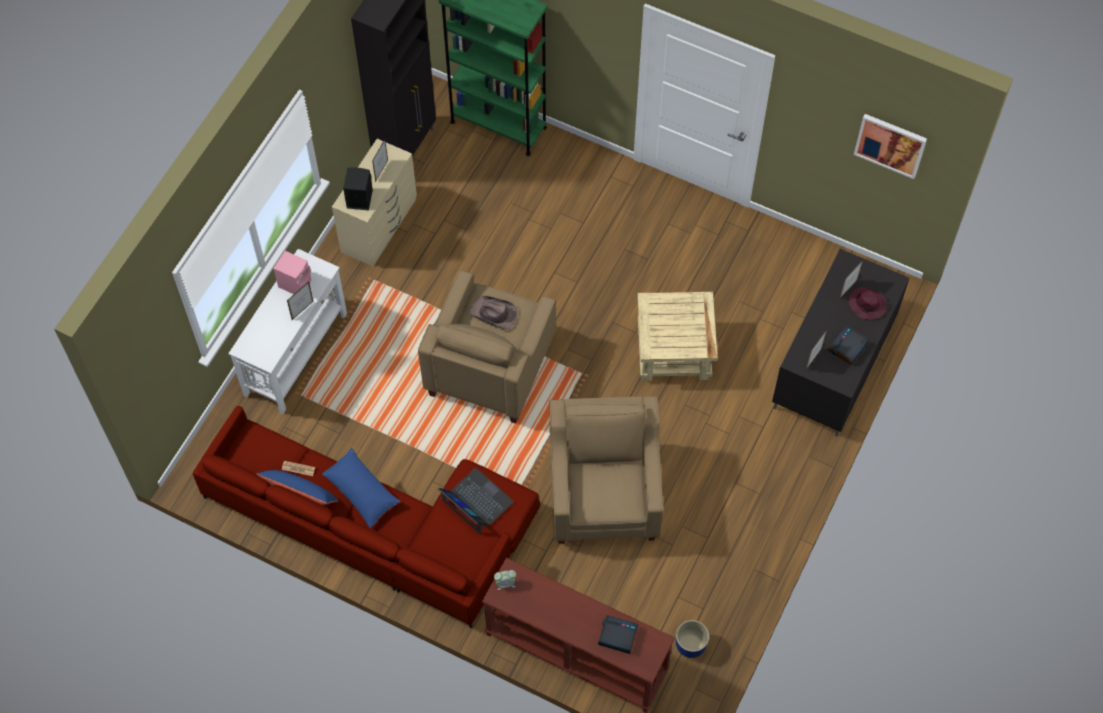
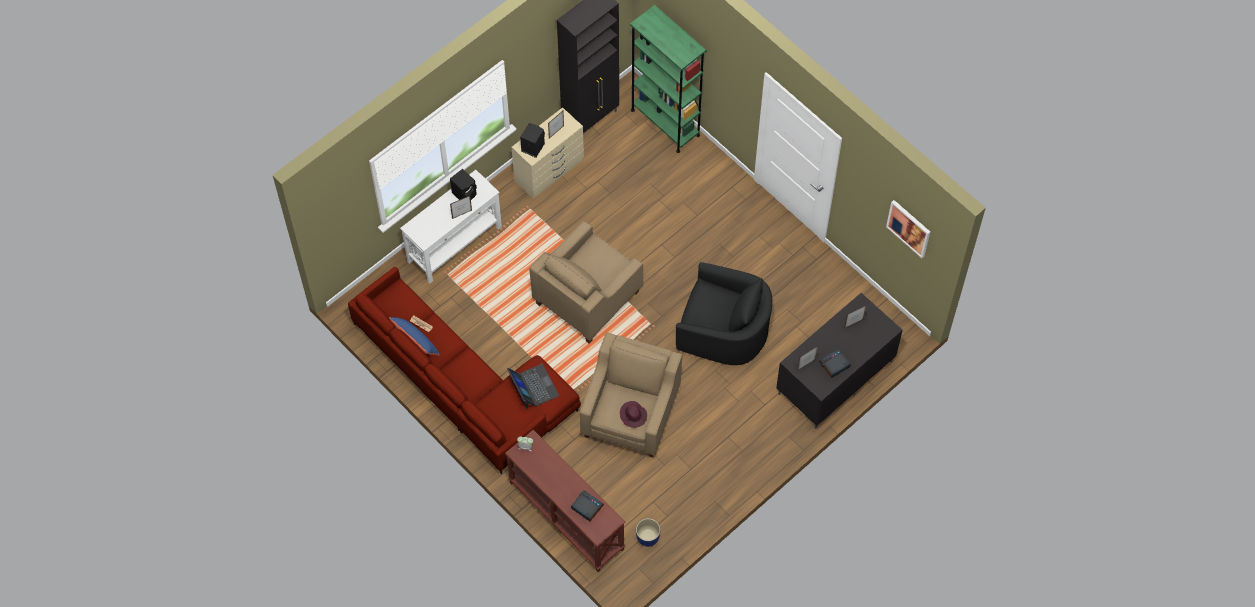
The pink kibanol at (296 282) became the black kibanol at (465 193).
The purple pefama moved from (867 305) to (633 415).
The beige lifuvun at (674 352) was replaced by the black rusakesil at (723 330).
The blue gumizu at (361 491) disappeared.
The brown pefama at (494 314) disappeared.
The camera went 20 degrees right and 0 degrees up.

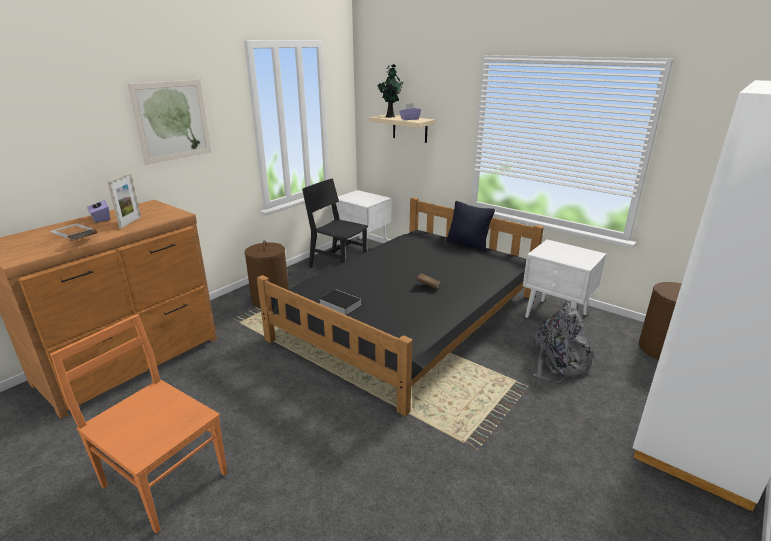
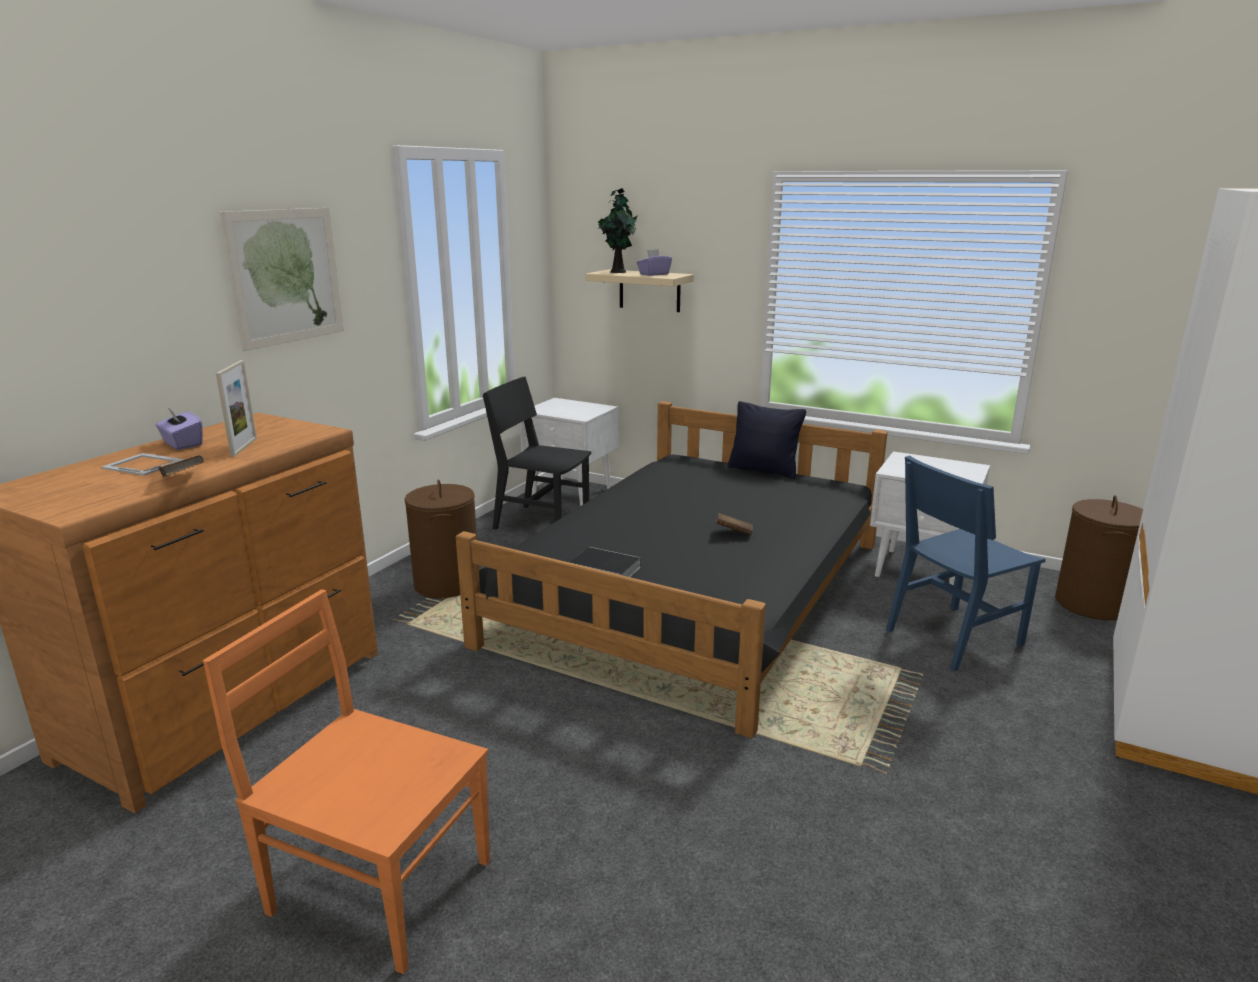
The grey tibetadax at (559 363) was replaced by the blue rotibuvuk at (953 637).
The camera went 10 degrees left and 5 degrees down.

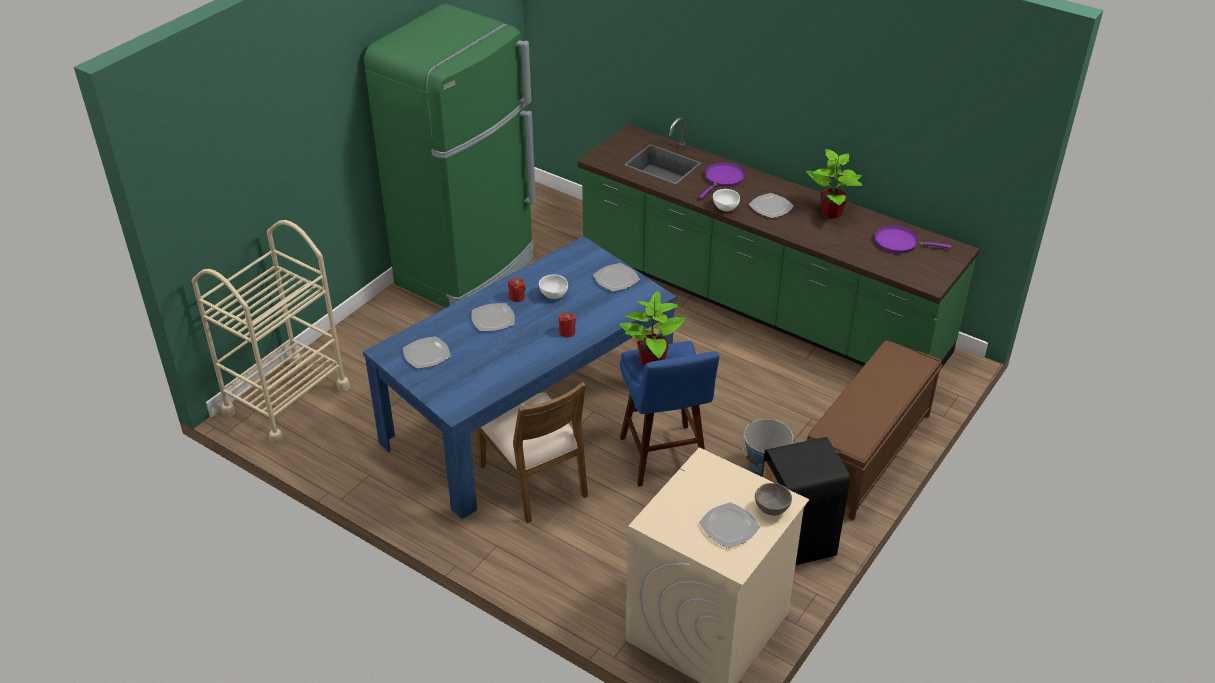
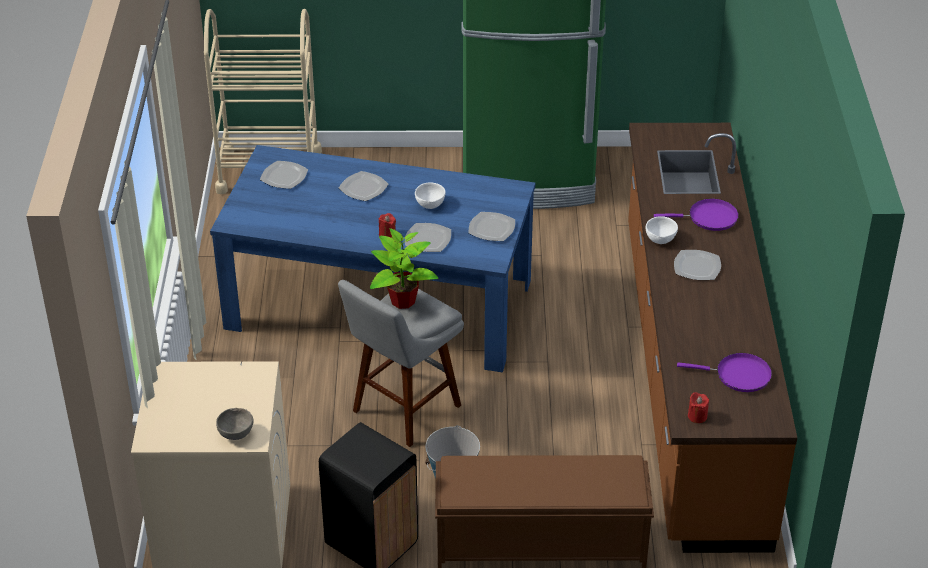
The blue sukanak at (664 459) became the grey sukanak at (403 411).
The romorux moved from (729 527) to (427 239).
The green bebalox at (759 304) became the brown bebalox at (691 377).
The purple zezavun at (899 242) turned 120 degrees clockwise.
The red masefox moved from (517 297) to (697 416).
The brown rotibuvuk at (535 480) disappeared.
The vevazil at (832 213) disappeared.
The camera went 55 degrees right and 0 degrees up.

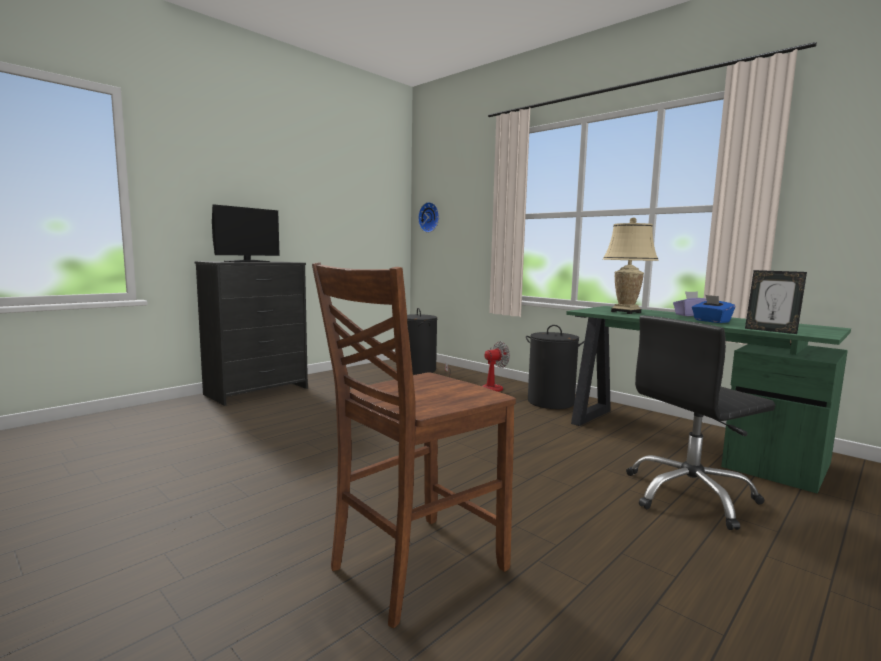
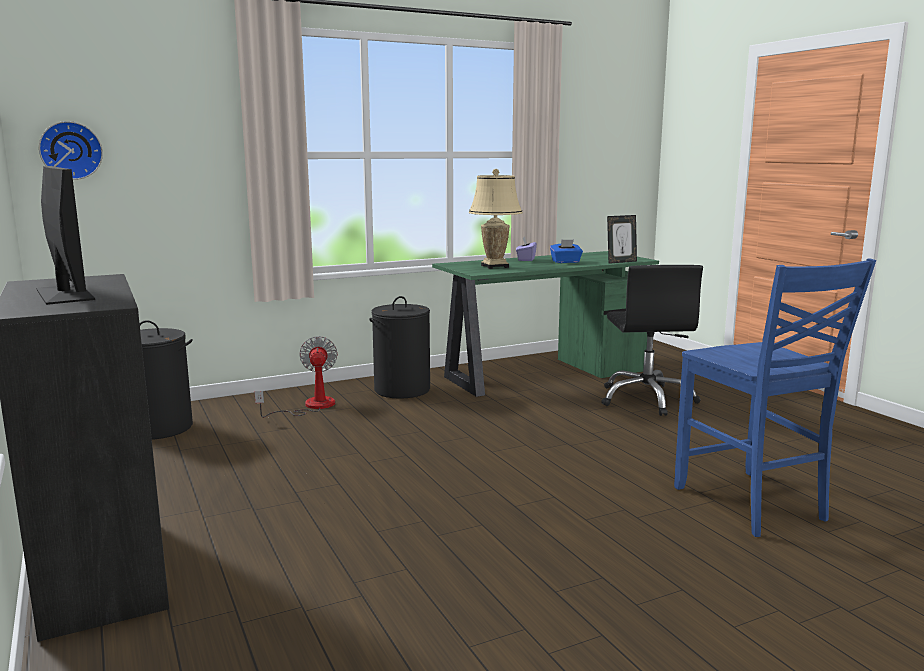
The brown rotibuvuk at (414 567) became the blue rotibuvuk at (751 504).
The camera went 70 degrees left and 5 degrees up.

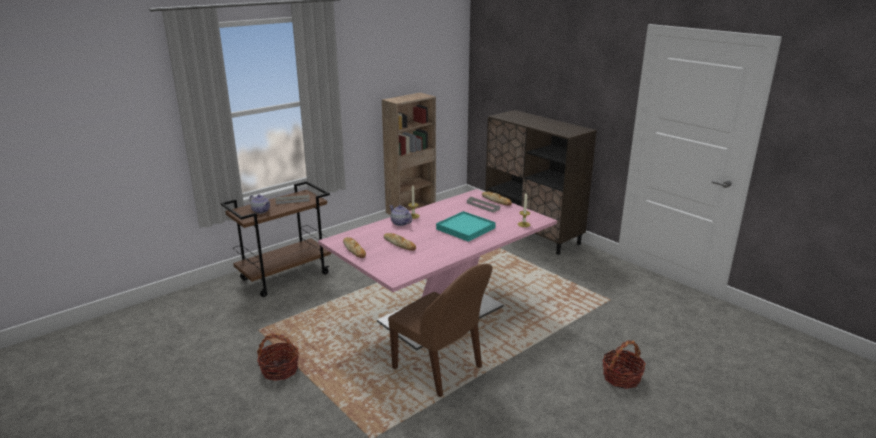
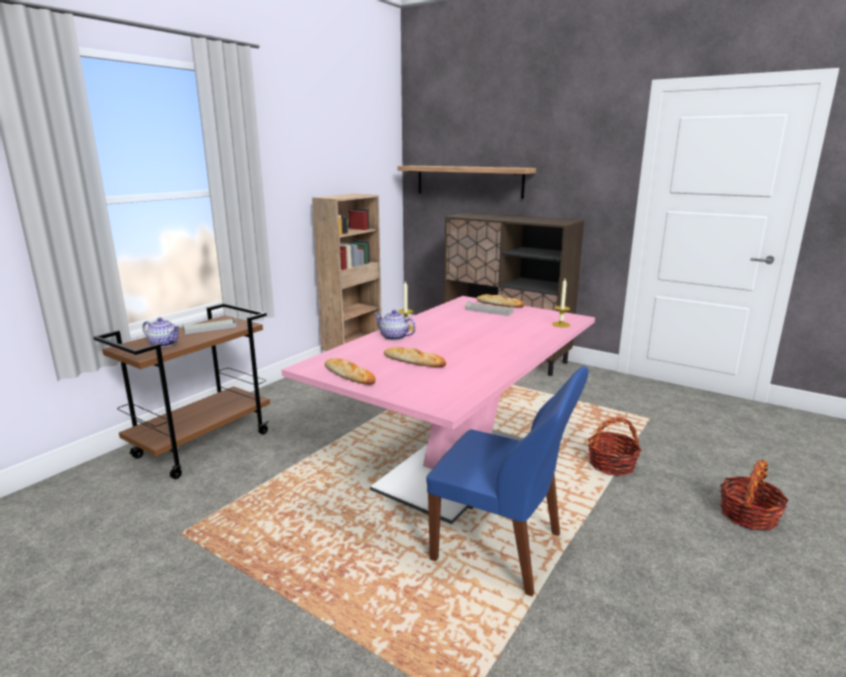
The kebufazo at (468 181) appeared.
The brown rotibuvuk at (439 369) became the blue rotibuvuk at (501 548).
The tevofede moved from (280 370) to (611 465).
The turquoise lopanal at (465 228) disappeared.
The camera went 15 degrees left and 5 degrees down.

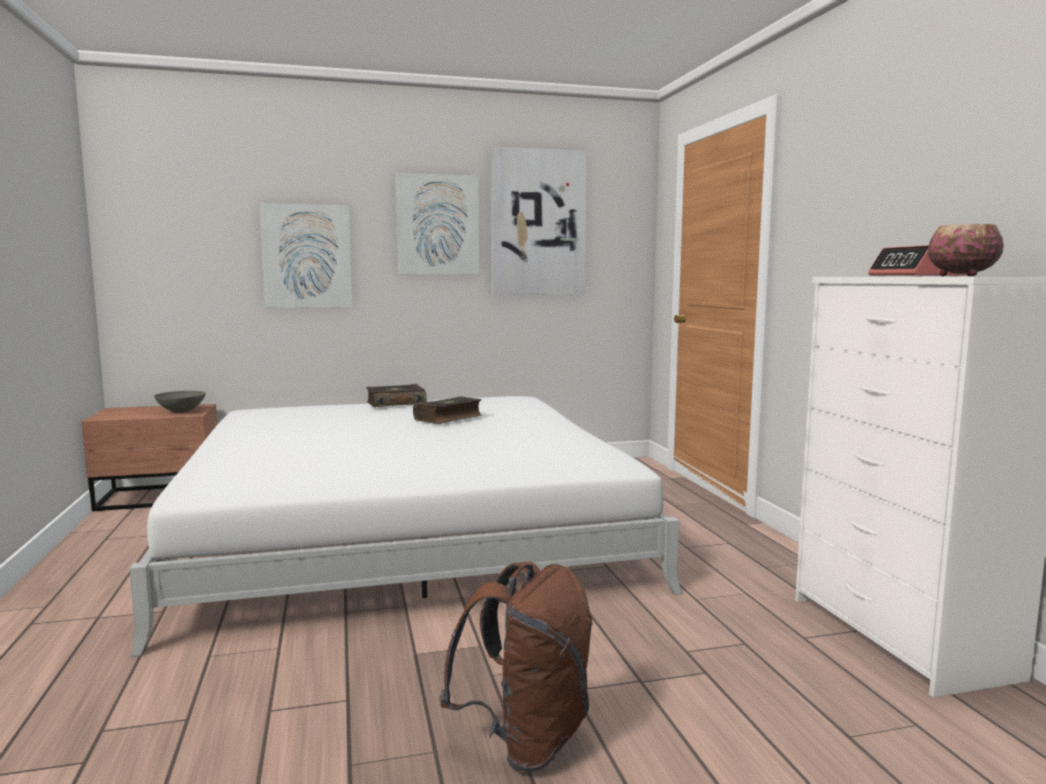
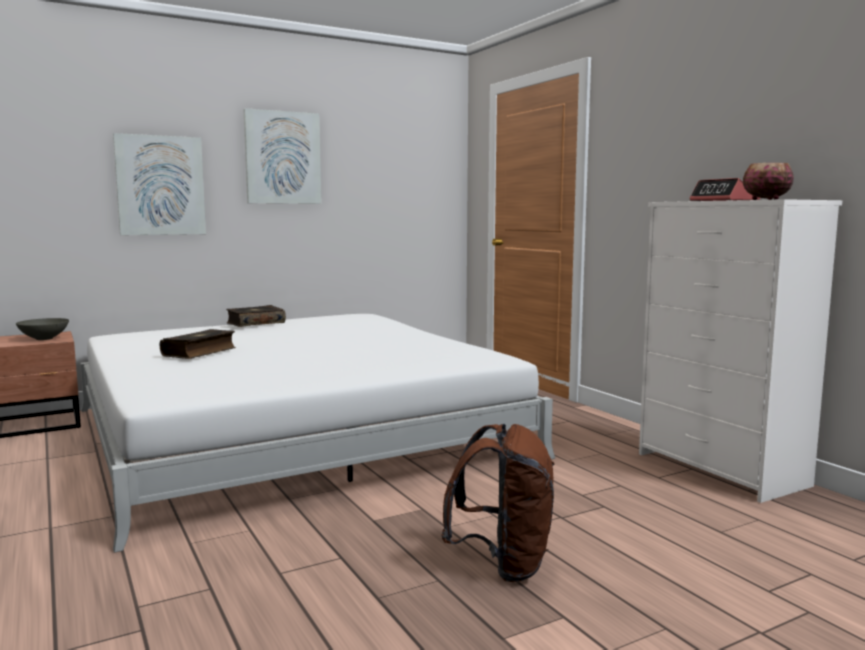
The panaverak moved from (449 418) to (200 352).
The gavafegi at (538 223) disappeared.
The camera went 15 degrees left and 0 degrees up.

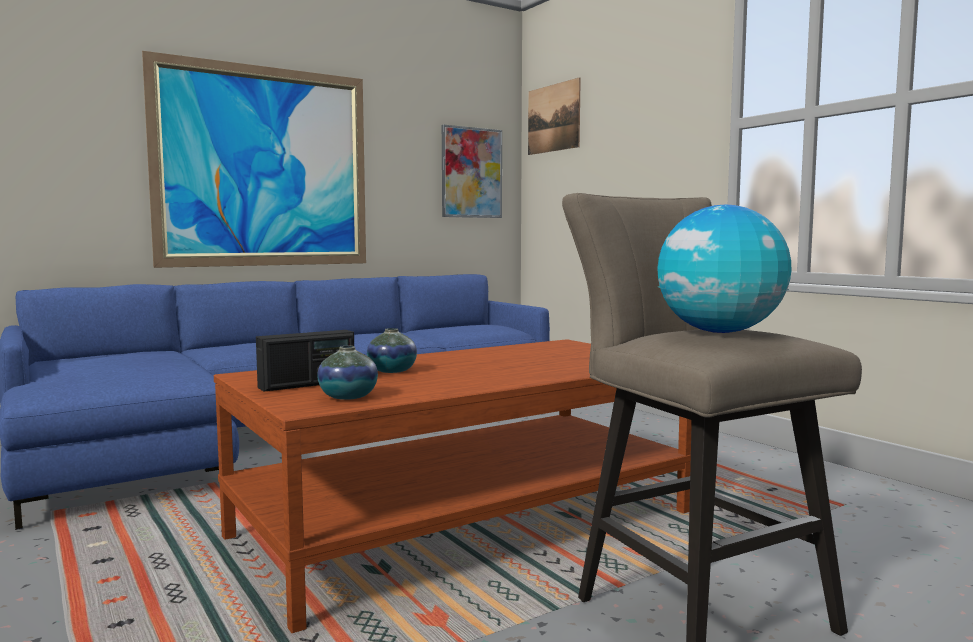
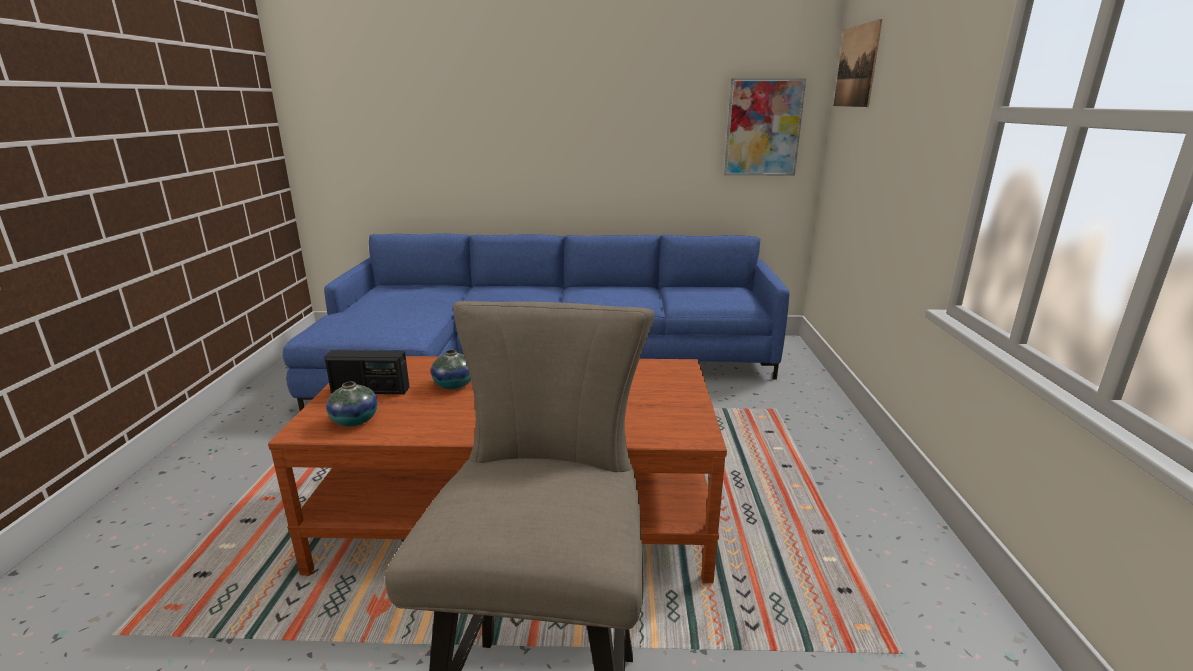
The gavafegi at (264 167) disappeared.
The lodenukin at (720 332) disappeared.
The camera went 35 degrees right and 15 degrees up.

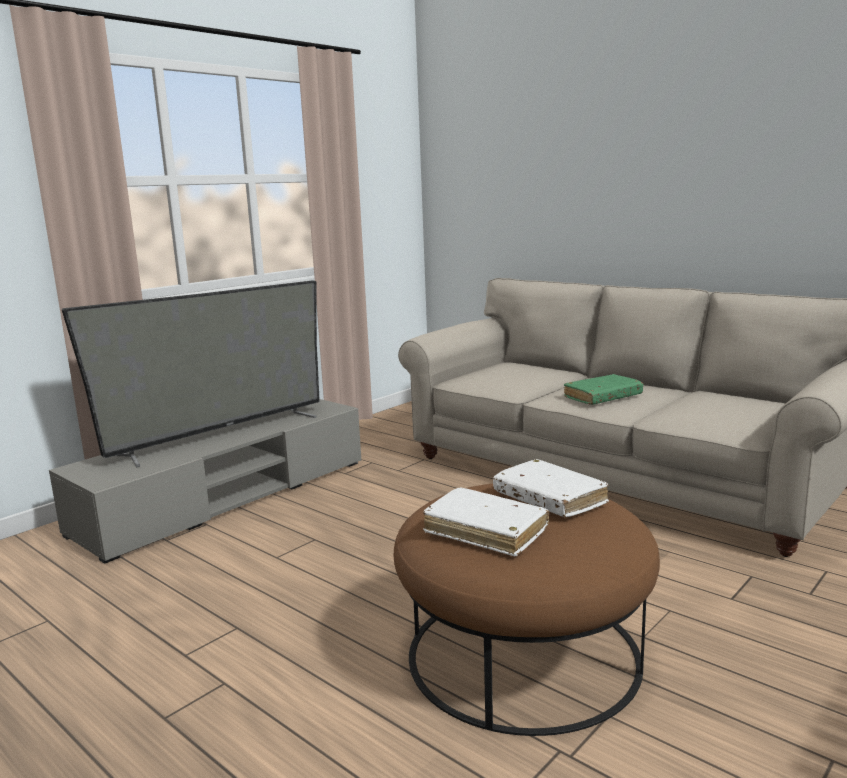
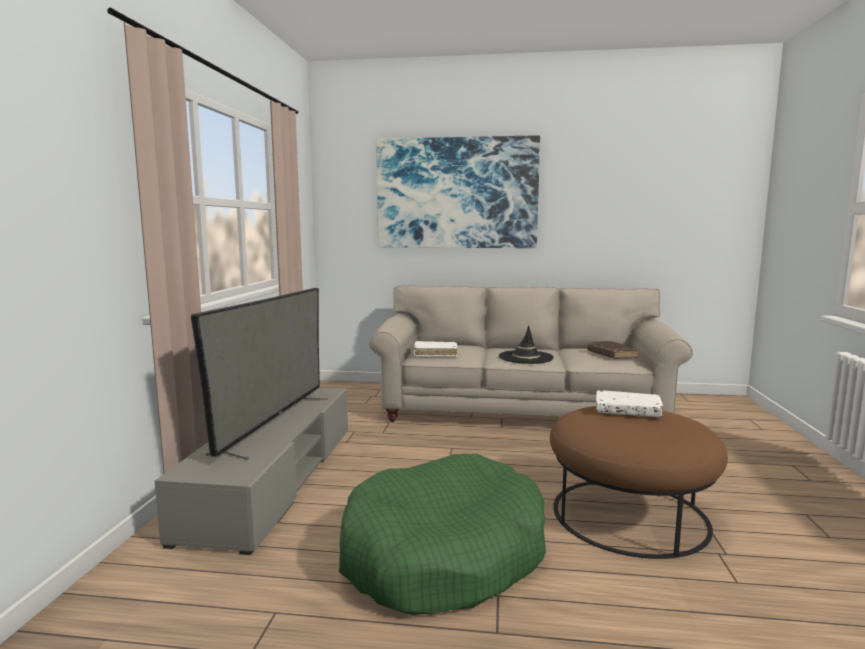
The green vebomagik at (443 554) appeared.
The gavafegi at (456 193) appeared.
The white panaverak moved from (485 531) to (435 353).
The green panaverak at (602 397) was replaced by the black pefama at (526 357).
The brown panaverak at (611 355) appeared.
The camera went 35 degrees left and 5 degrees down.

